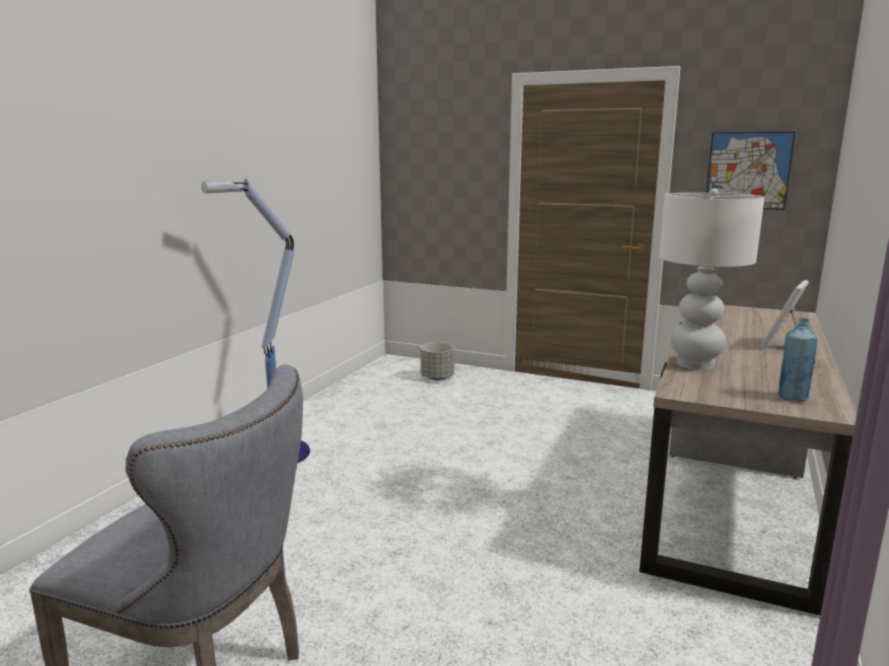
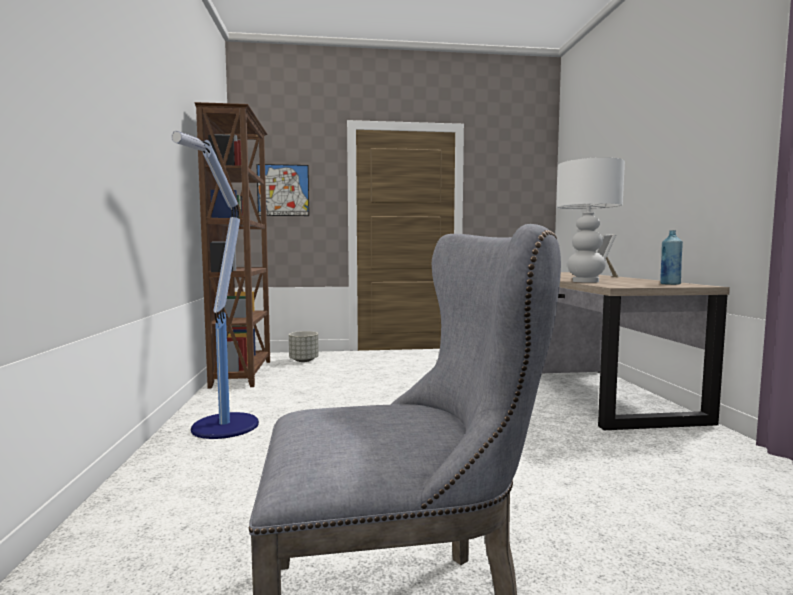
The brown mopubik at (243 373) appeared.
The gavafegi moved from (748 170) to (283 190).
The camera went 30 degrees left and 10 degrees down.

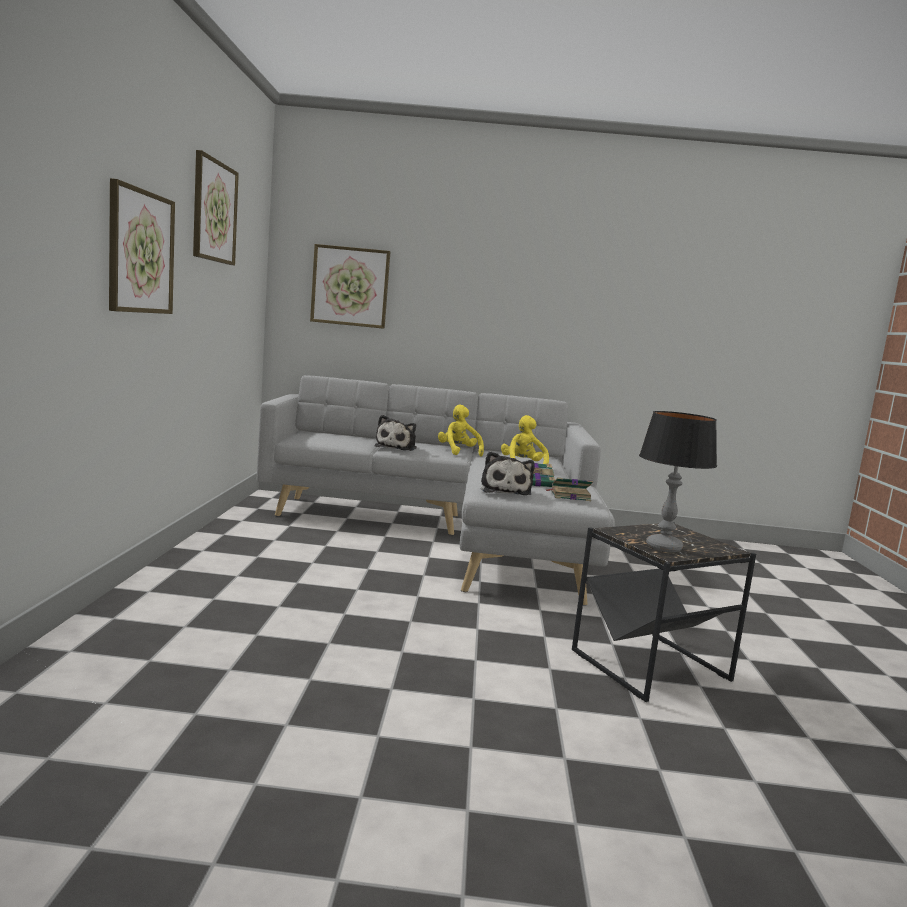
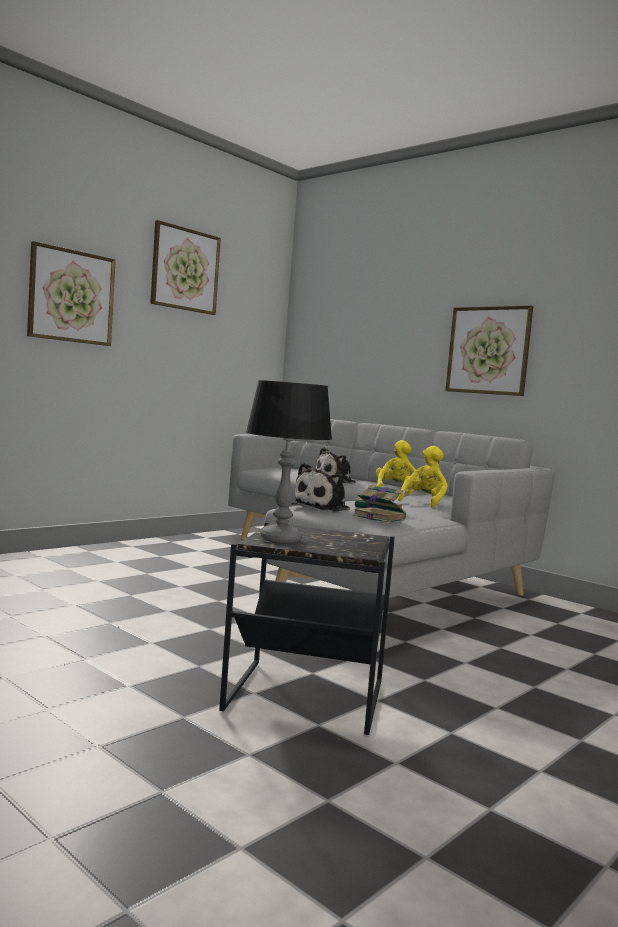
The gavafegi moved from (350 286) to (488 350).
The camera went 40 degrees right and 5 degrees down.

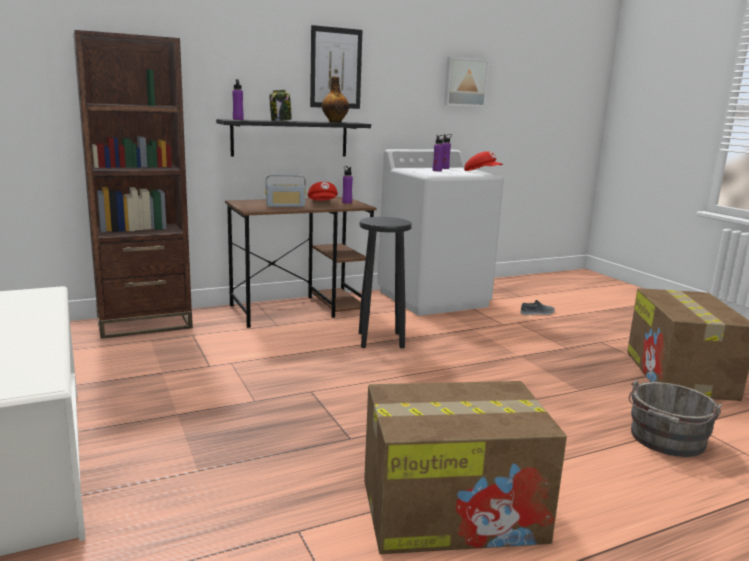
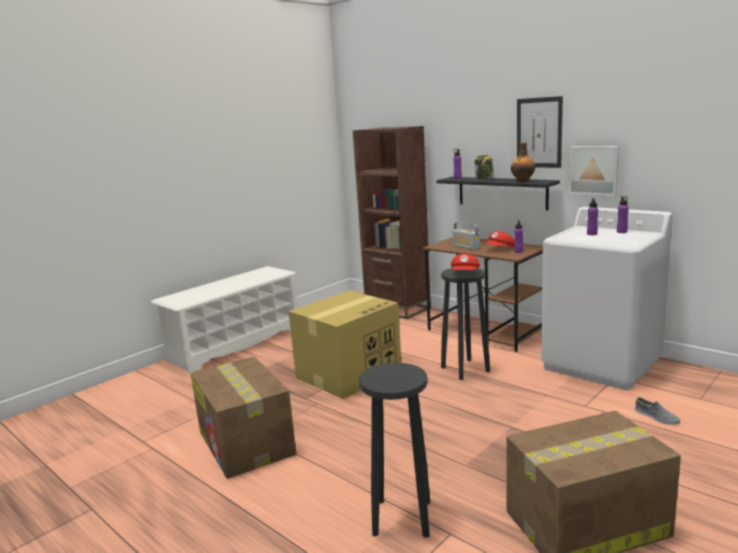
The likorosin at (349 373) appeared.
The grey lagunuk at (666 440) was replaced by the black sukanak at (402 518).
The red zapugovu moved from (482 172) to (465 274).
The gavafegi moved from (465 82) to (594 170).
The camera went 70 degrees right and 0 degrees up.

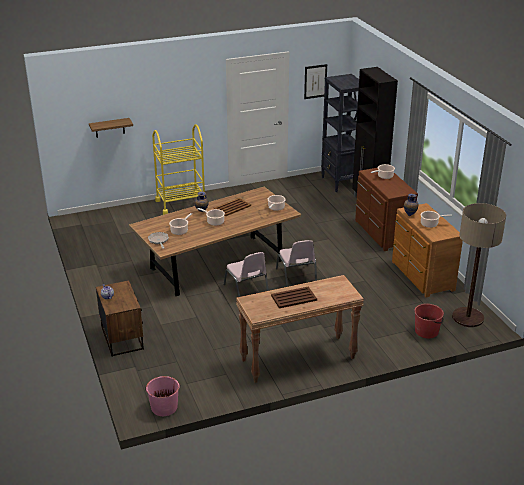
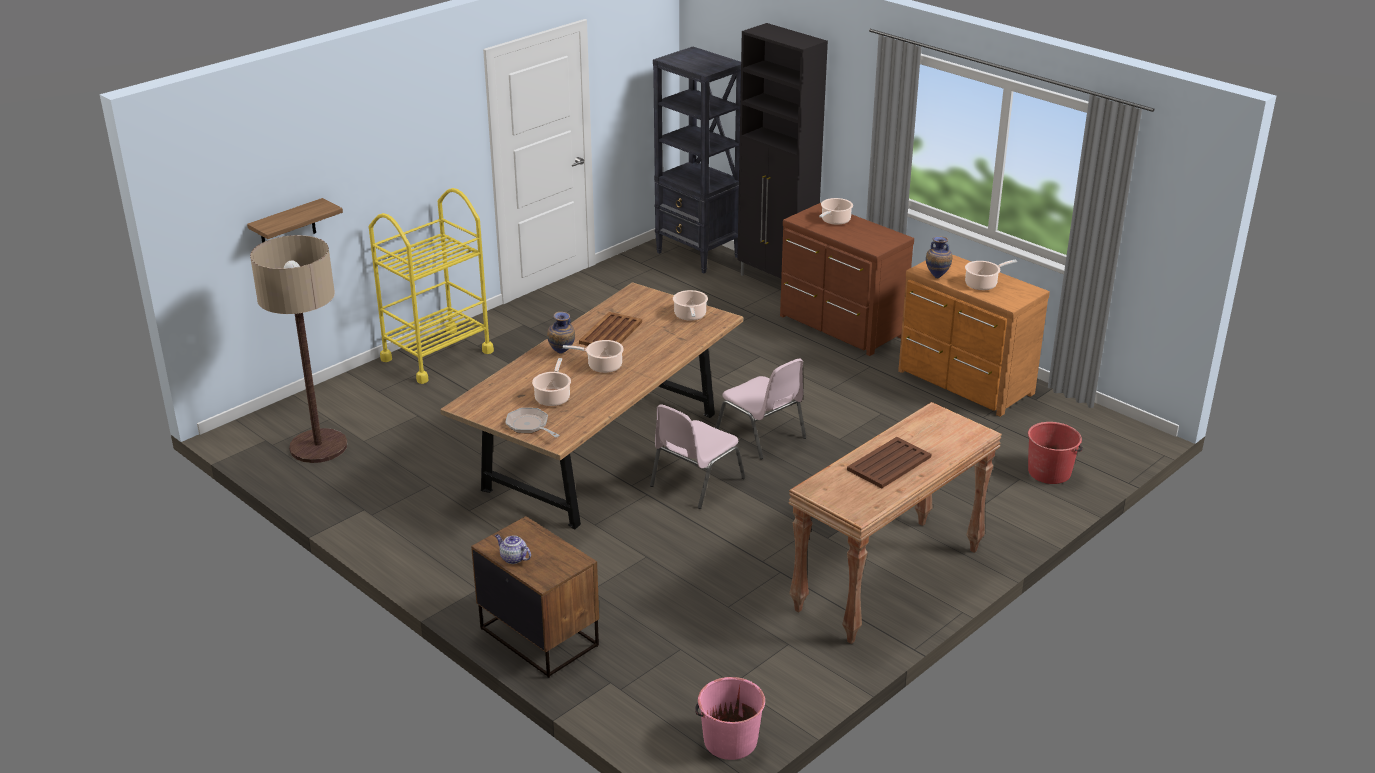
The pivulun moved from (468 317) to (318 447).
The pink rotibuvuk at (246 290) turned 90 degrees clockwise.
The gavafegi at (315 81) disappeared.
The camera went 25 degrees left and 0 degrees up.

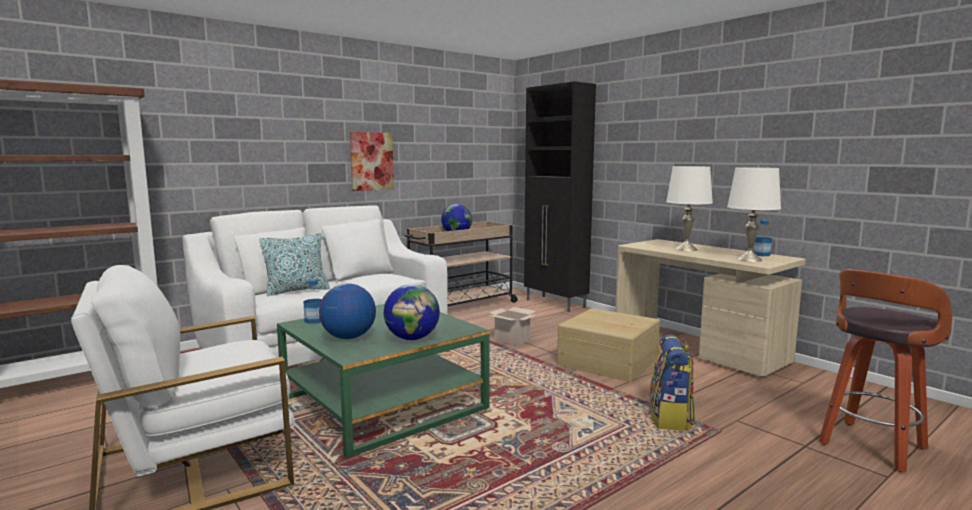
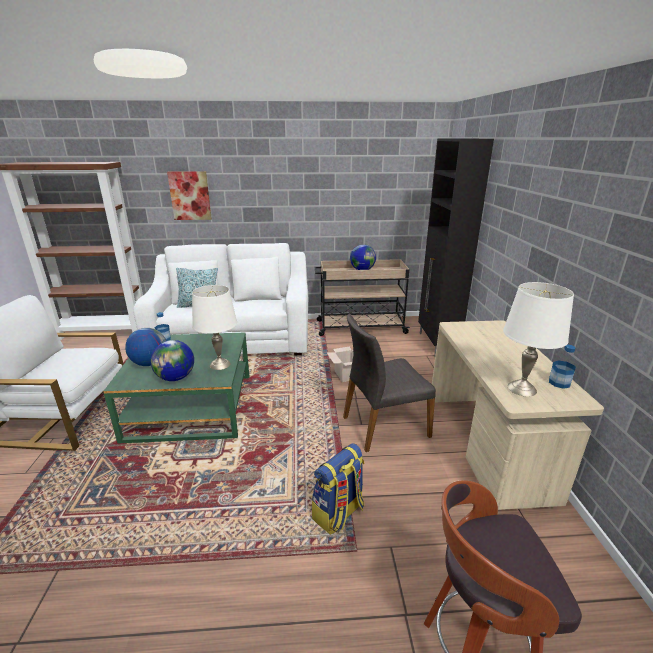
The gavafegi moved from (371 161) to (190 196).
The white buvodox moved from (686 249) to (220 364).
The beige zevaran at (607 361) was replaced by the grey rotibuvuk at (384 426).
The camera went 35 degrees right and 15 degrees up.

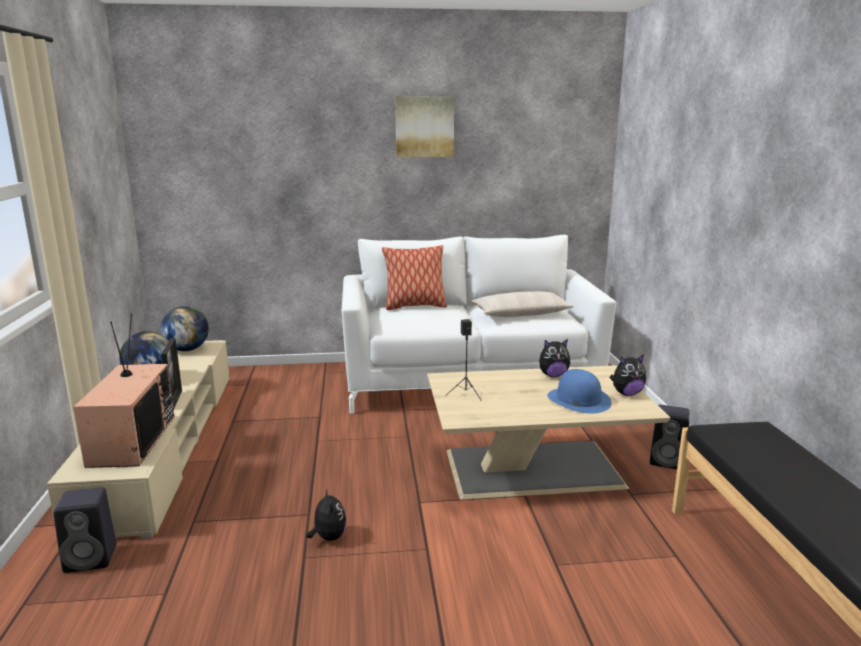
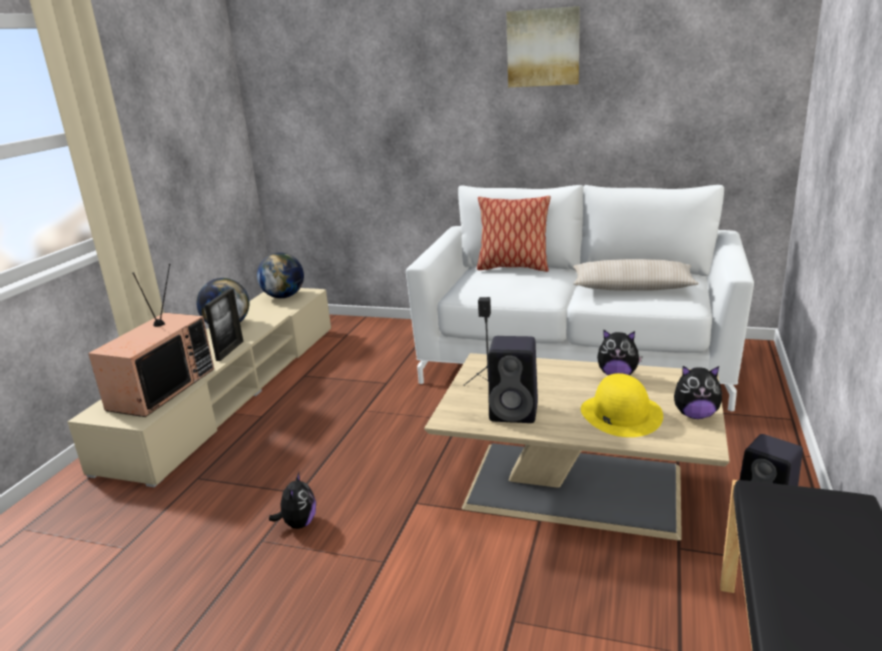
The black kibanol moved from (92 558) to (515 412).
The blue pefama at (578 399) became the yellow pefama at (620 414).
The camera went 25 degrees right and 5 degrees up.

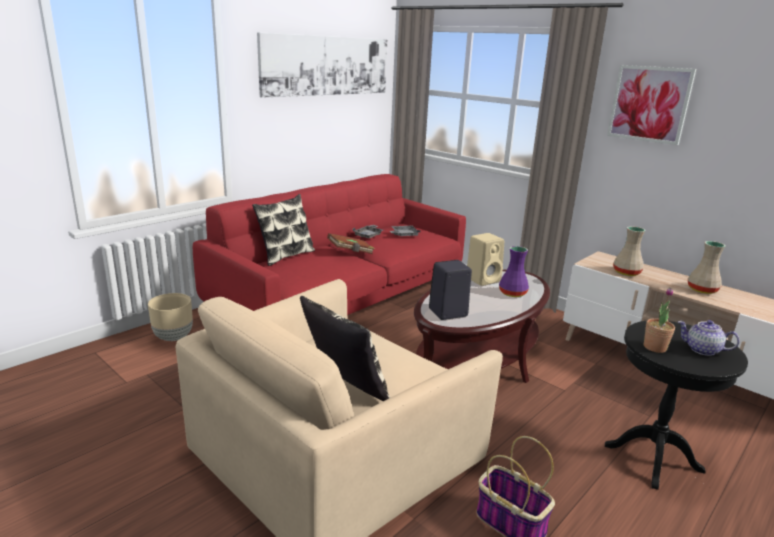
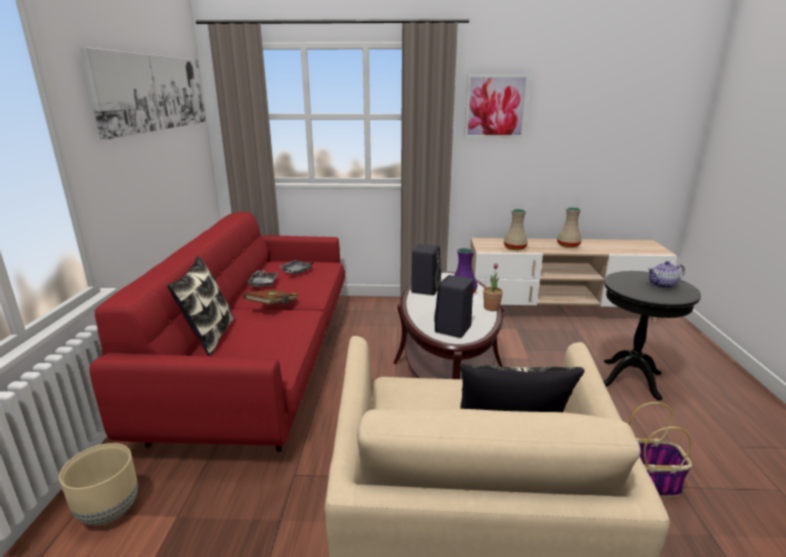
The beige kibanol at (483 279) became the black kibanol at (425 289).
The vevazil moved from (654 347) to (491 307).
The camera went 40 degrees left and 0 degrees up.

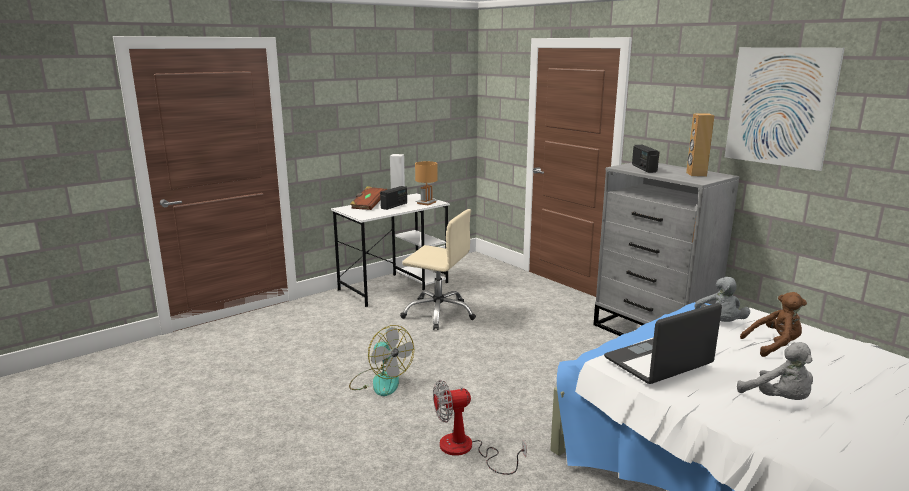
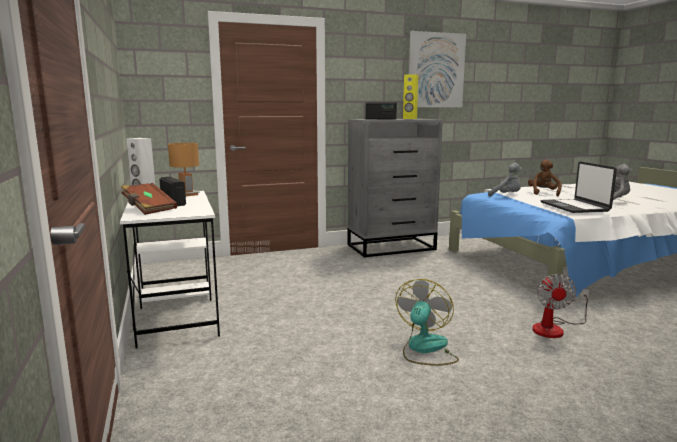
The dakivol at (380 381) turned 45 degrees counterclockwise.
The brown kibanol at (696 174) became the yellow kibanol at (409 118).
The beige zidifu at (439 313) disappeared.
The camera went 70 degrees left and 5 degrees down.

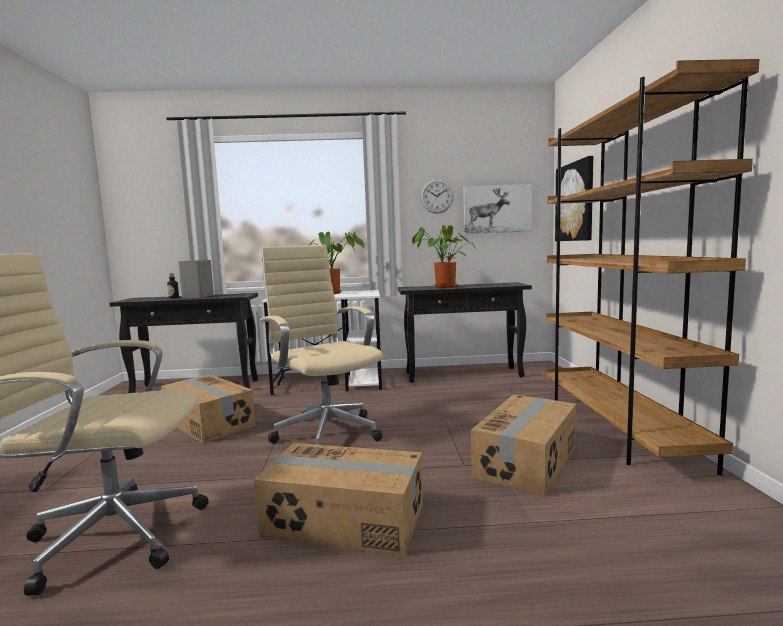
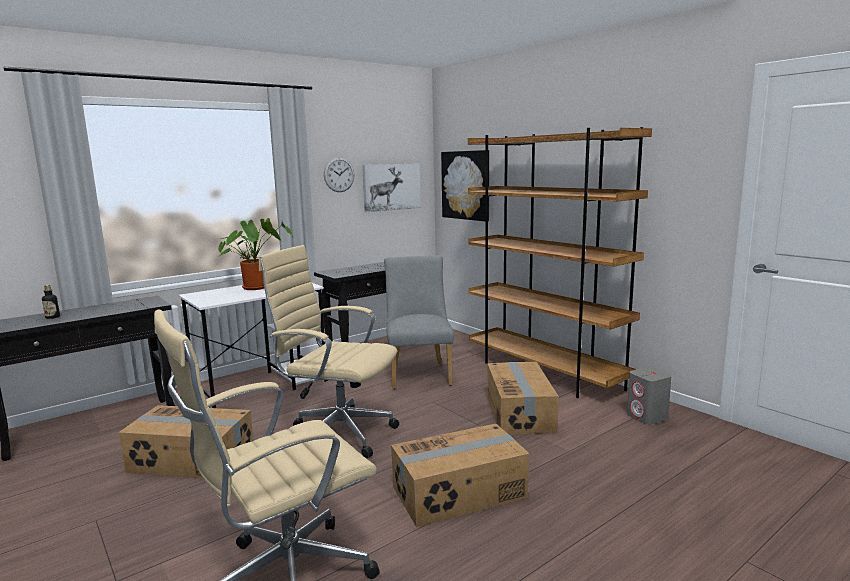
The grey rotibuvuk at (419 373) appeared.
The grey kibanol moved from (198 296) to (647 417).
The vevazil at (442 287) disappeared.
The camera went 35 degrees left and 5 degrees up.

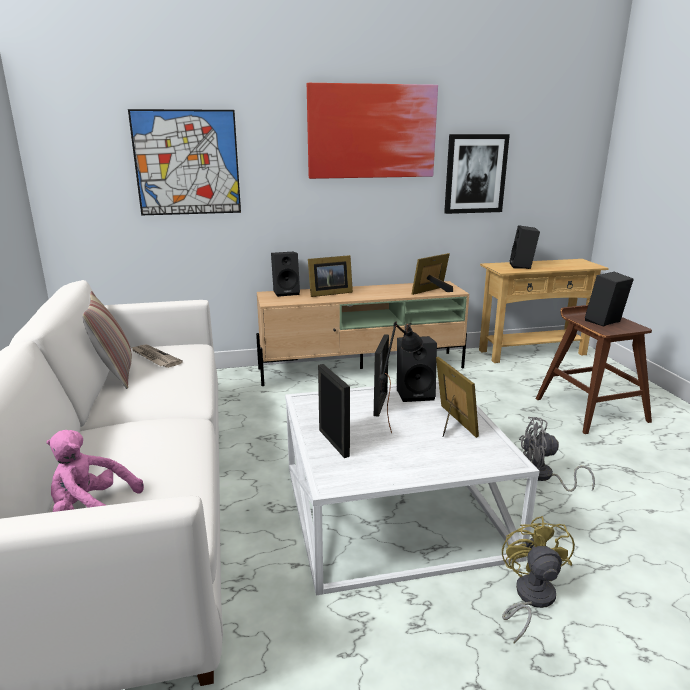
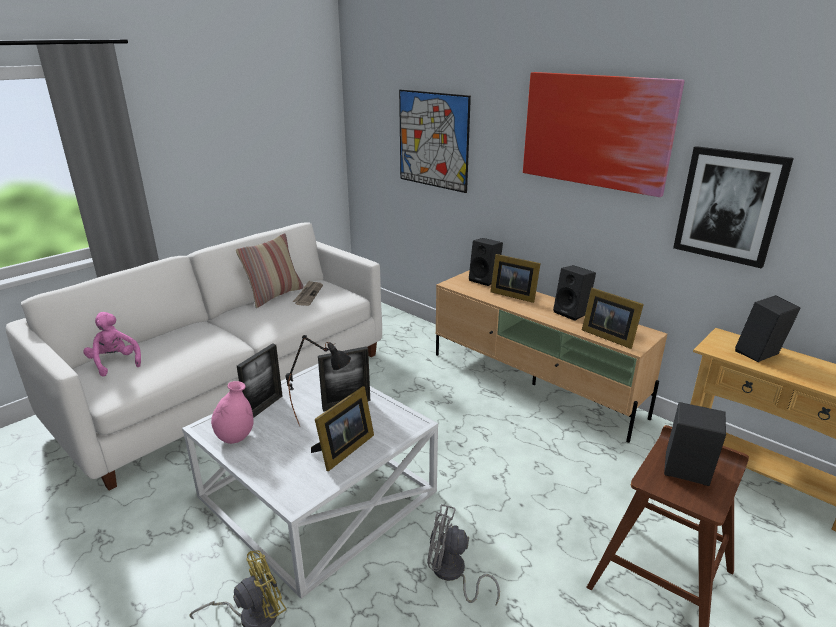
The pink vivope at (235 437) appeared.
The grey dakivol at (543 476) turned 45 degrees counterclockwise.
The black kibanol moved from (415 394) to (572 313).
The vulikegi at (432 291) turned 150 degrees counterclockwise.
The camera went 55 degrees right and 5 degrees up.

